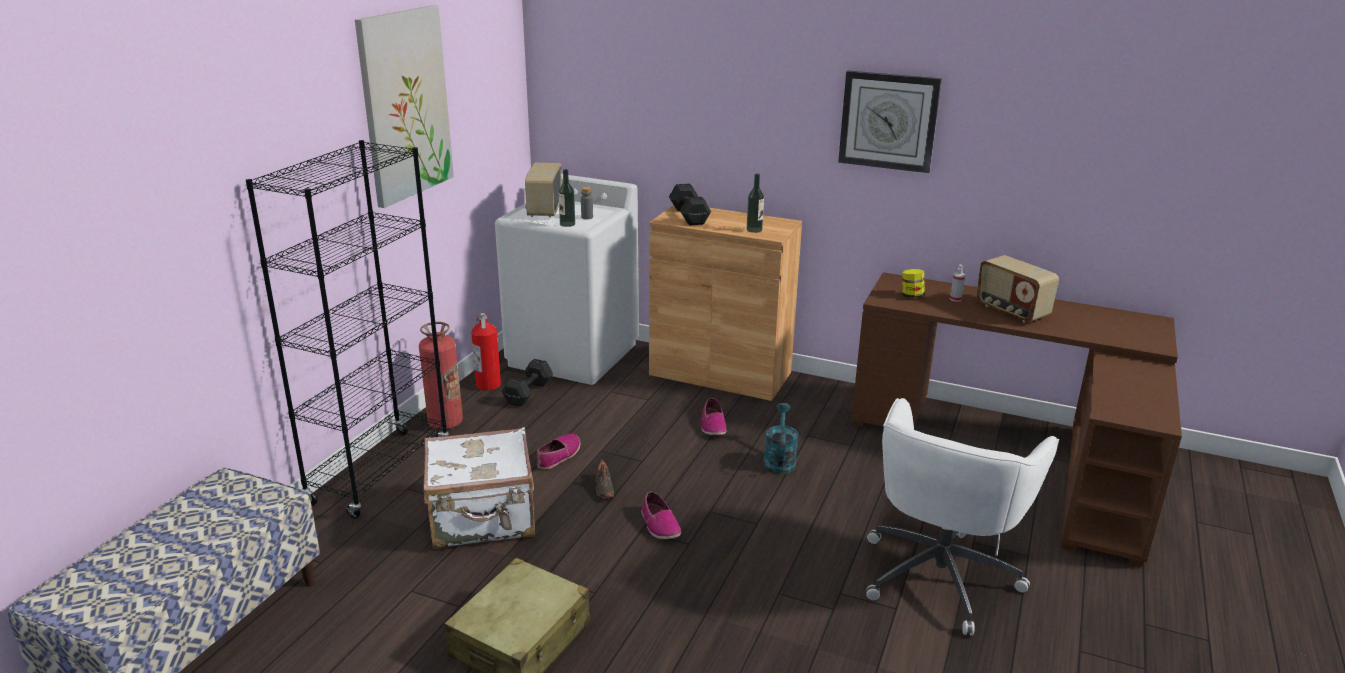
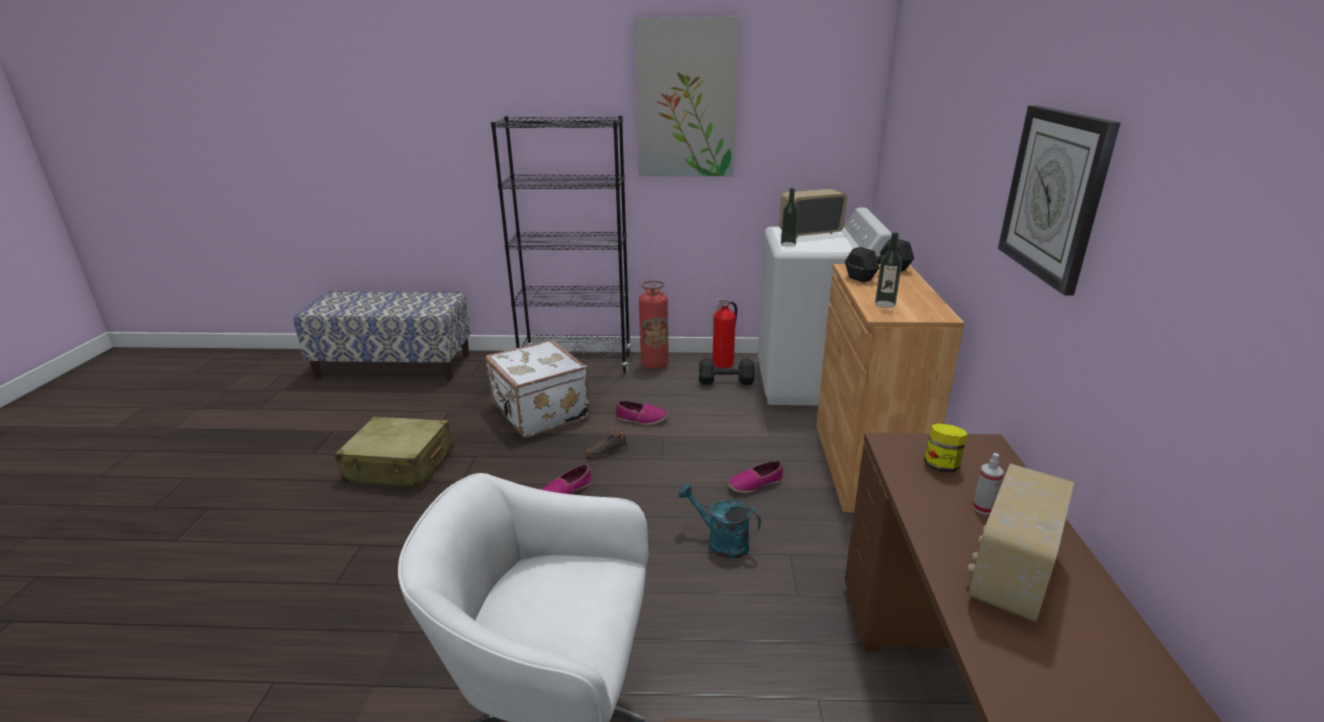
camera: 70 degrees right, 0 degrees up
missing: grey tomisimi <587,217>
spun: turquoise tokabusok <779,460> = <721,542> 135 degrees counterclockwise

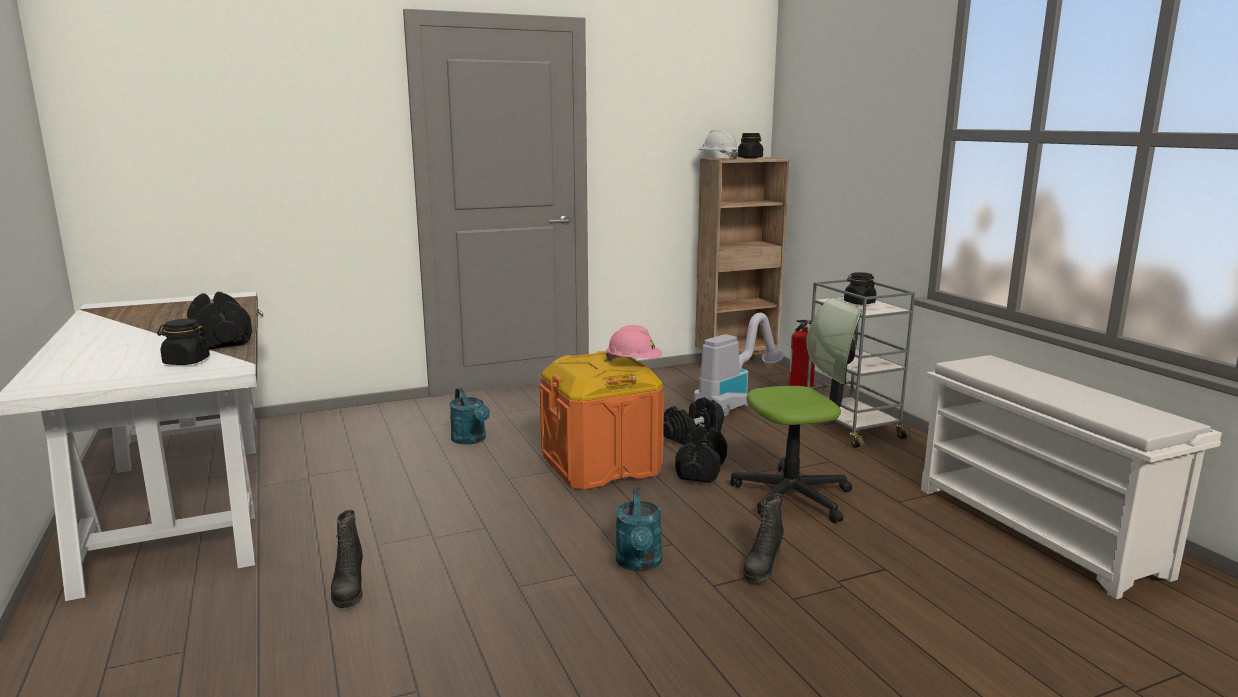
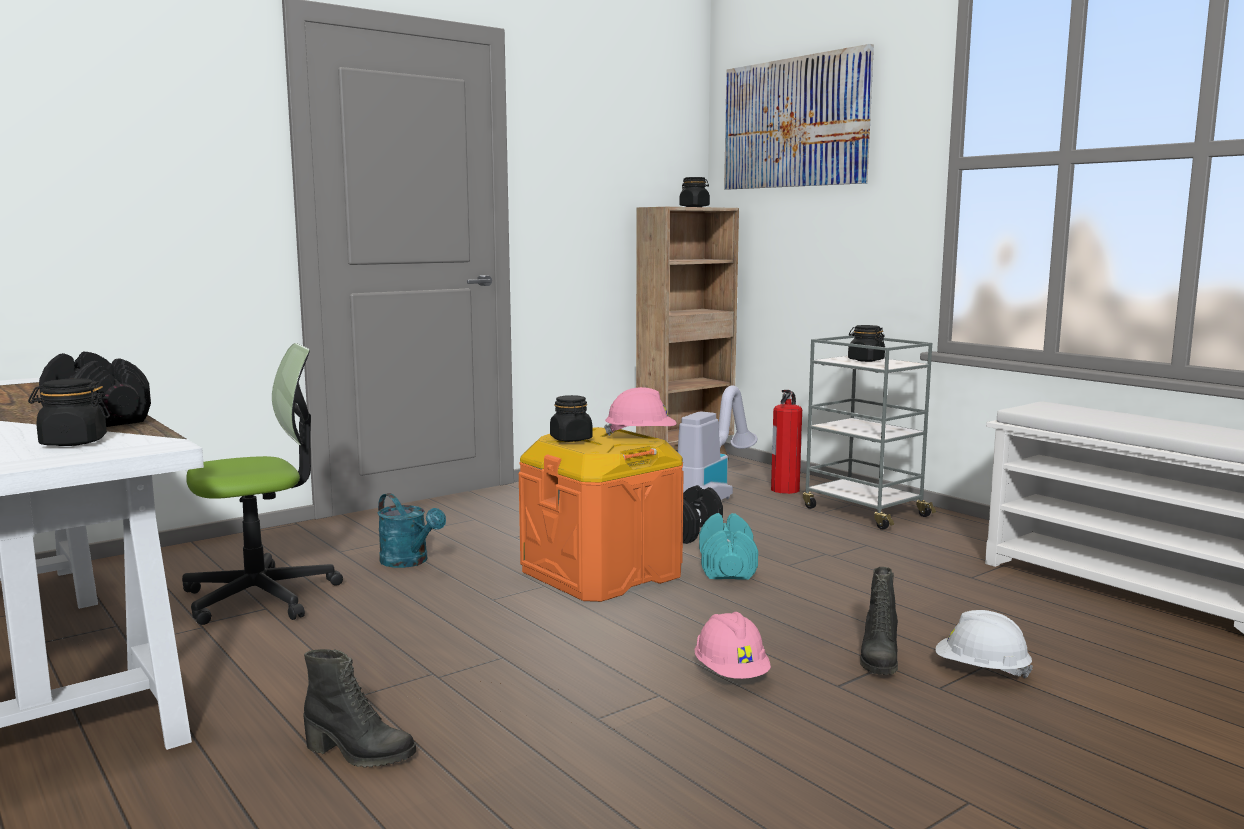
camera: 15 degrees left, 5 degrees down
appeared: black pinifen <571,439>; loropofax <794,123>
relocated: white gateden <718,158> to <981,671>; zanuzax <793,496> to <261,596>
exchanged: turquoise tokabusok <639,564> to pink gateden <731,674>
colour: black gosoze <701,470> to turquoise gosoze <727,567>
spun: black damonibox <348,590> = <359,754> 45 degrees counterclockwise

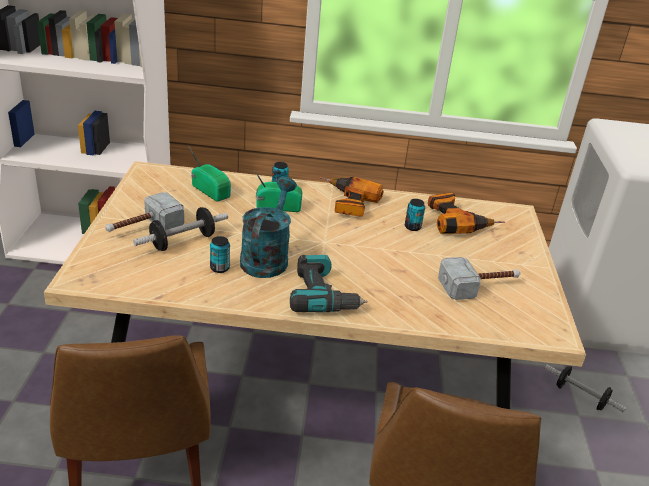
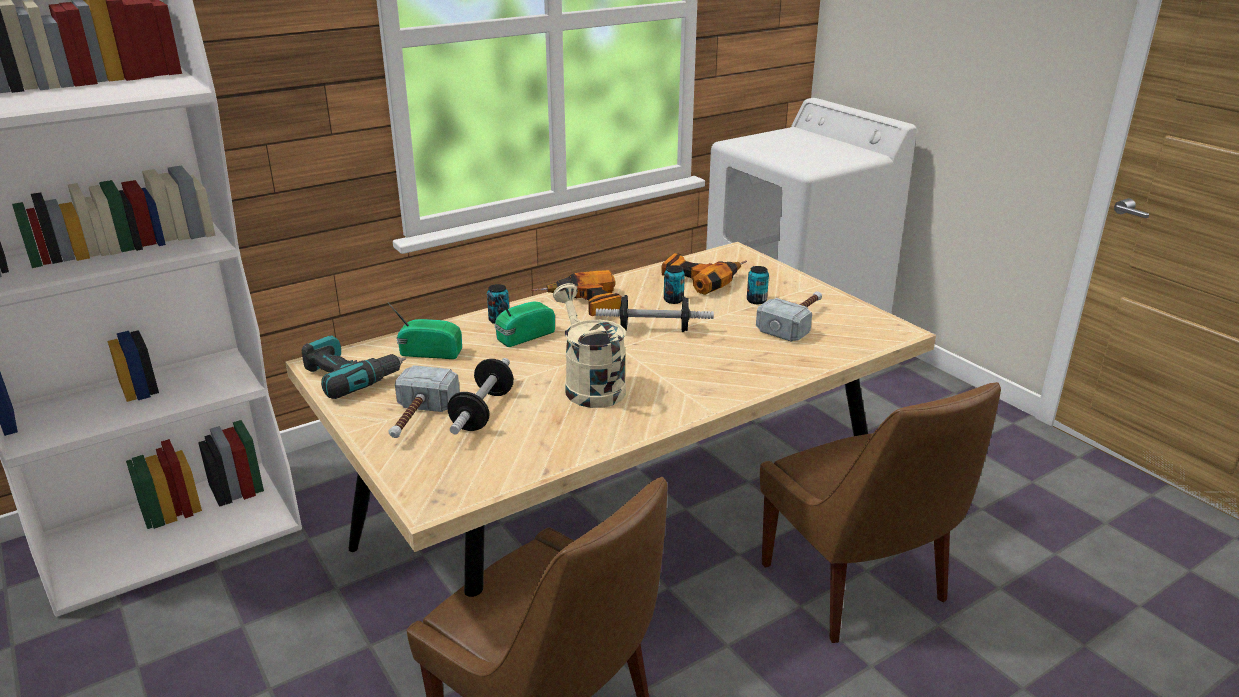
camera: 35 degrees left, 5 degrees down
relocated: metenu <219,268> to <756,300>; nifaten <323,295> to <350,376>; gosoze <580,396> to <654,329>
colour: turquoise tokabusok <267,257> to beige tokabusok <589,385>

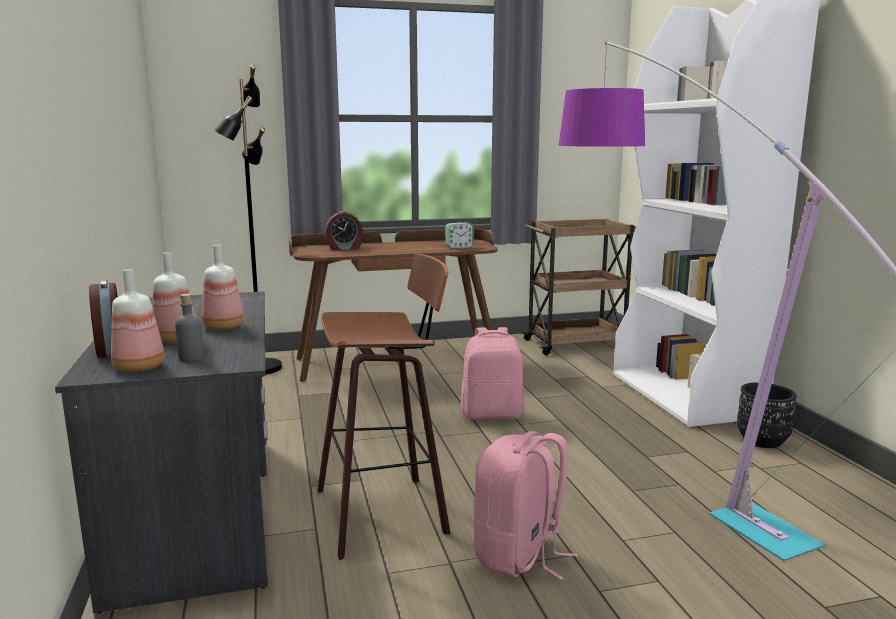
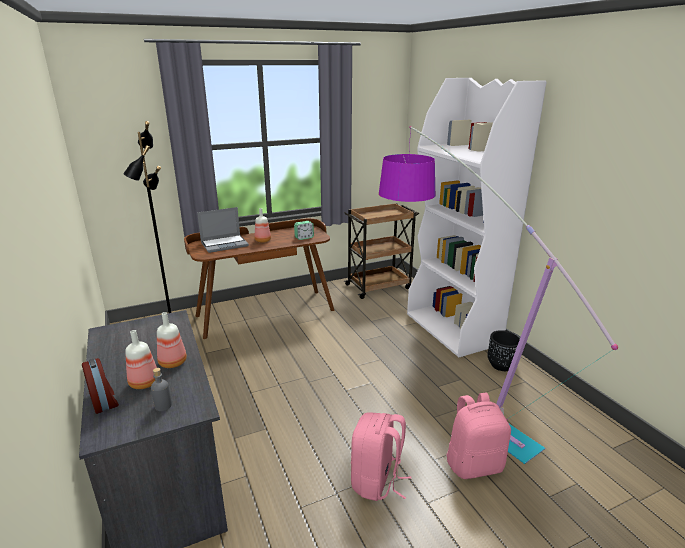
camera: 10 degrees left, 10 degrees up
missing: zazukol <385,511>
relocated: tomisimi <139,367> to <262,240>; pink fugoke <492,414> to <474,464>
exchanged: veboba <344,248> to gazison <225,244>

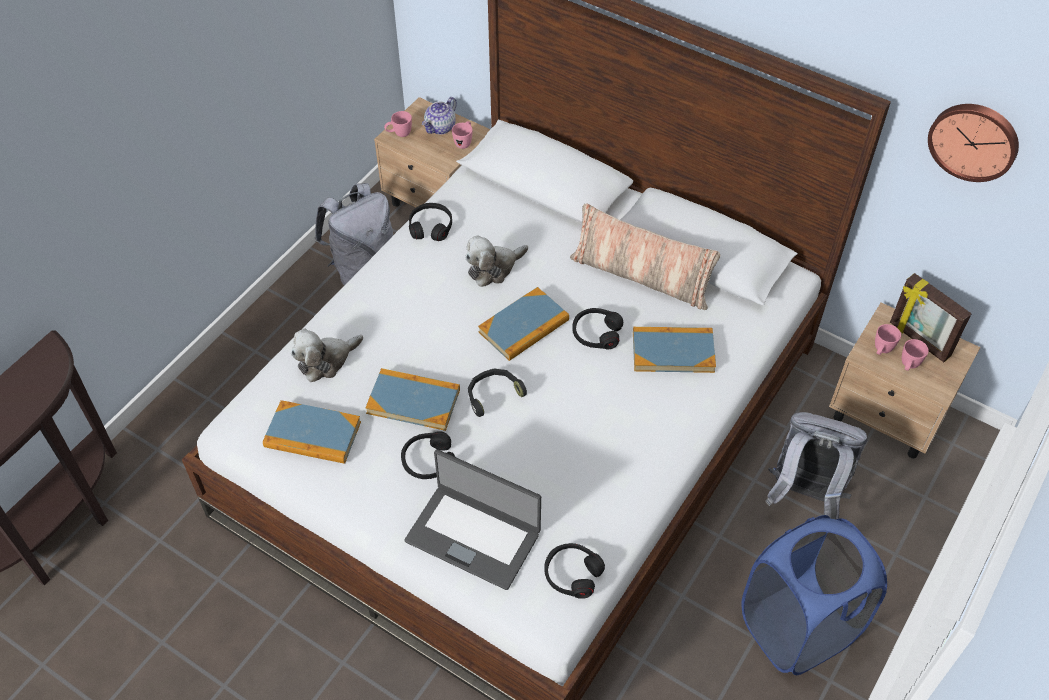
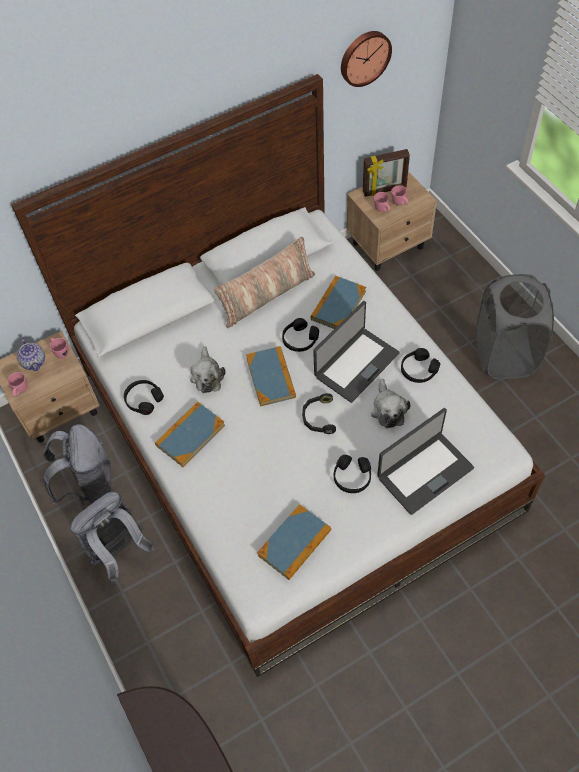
camera: 60 degrees left, 5 degrees up
appeared: gazison <356,364>
relocated: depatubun <326,361> to <388,409>; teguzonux <413,401> to <190,435>; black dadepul <572,574> to <418,370>; grey fugoke <804,495> to <119,552>
colour: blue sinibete <797,628> to grey sinibete <505,355>

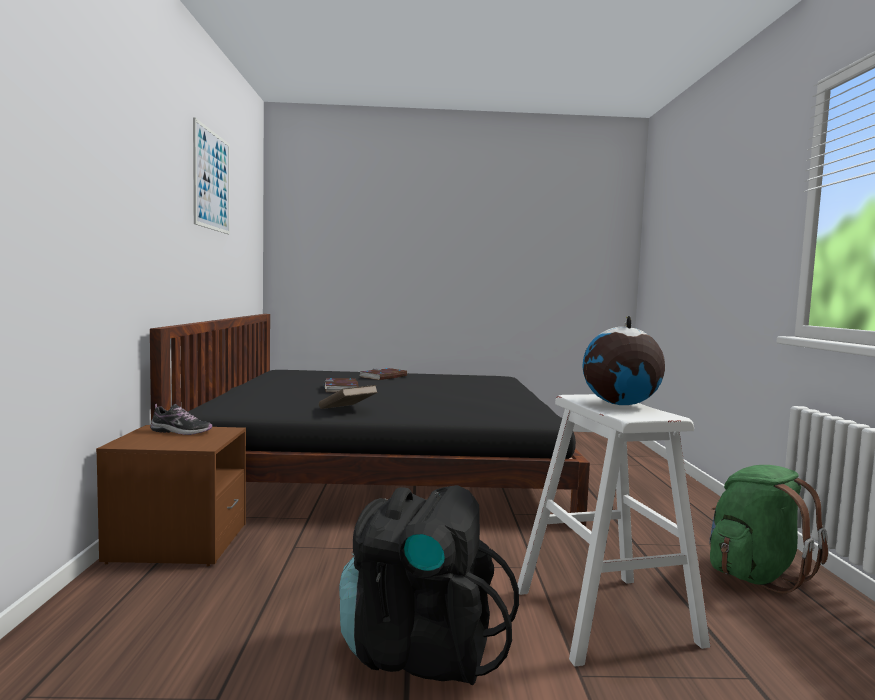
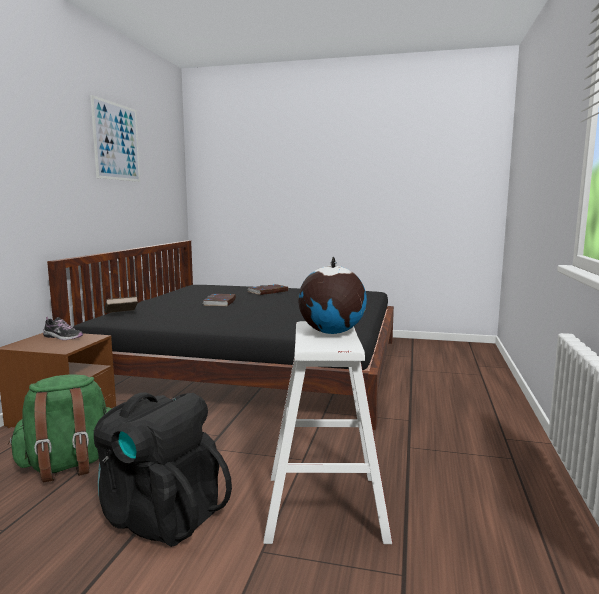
camera: 15 degrees right, 5 degrees up
relocated: brown teguzonux <347,410> to <121,314>; green fugoke <755,574> to <69,465>

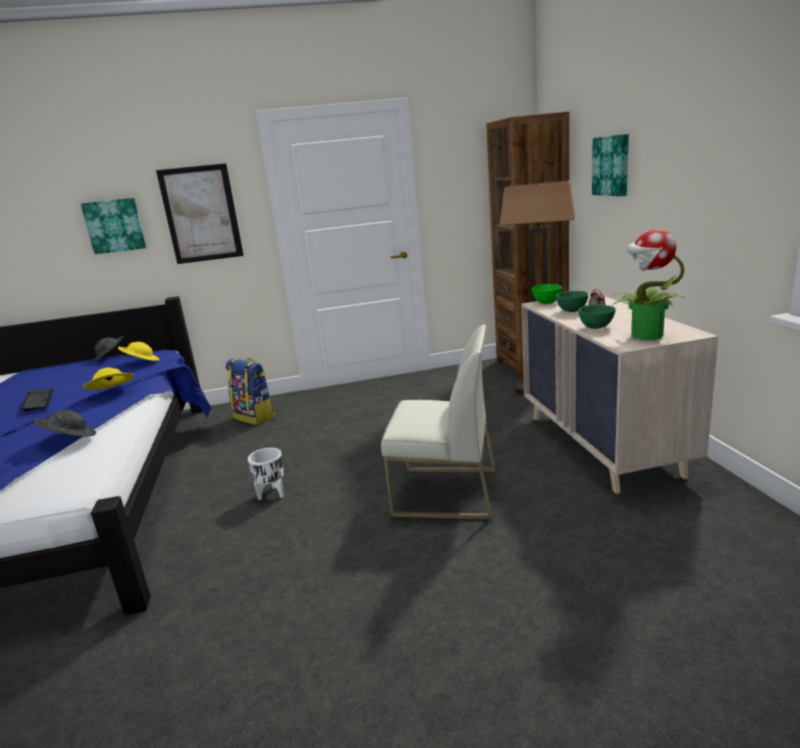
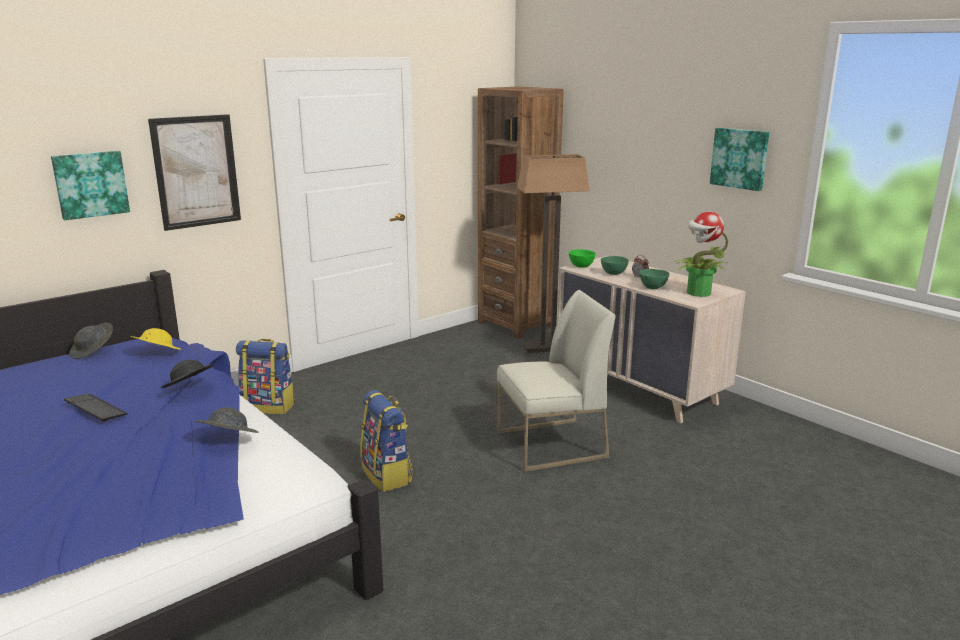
camera: 30 degrees left, 0 degrees up
relocated: loropofax <612,165> to <740,158>
exchanged: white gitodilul <272,494> to fugoke <387,475>
colour: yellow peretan <111,392> to black peretan <190,388>

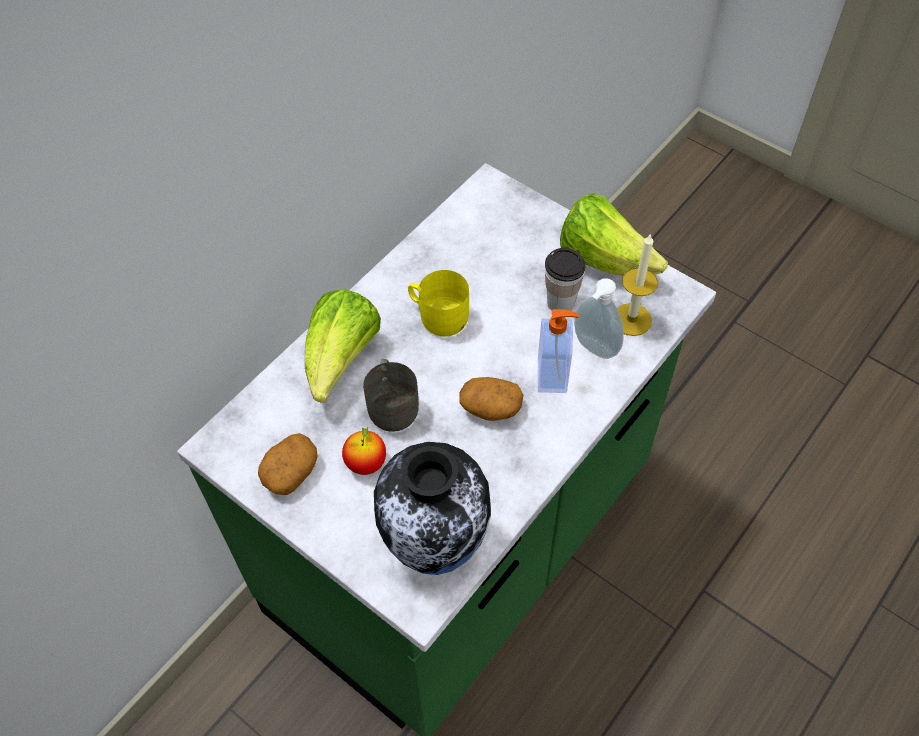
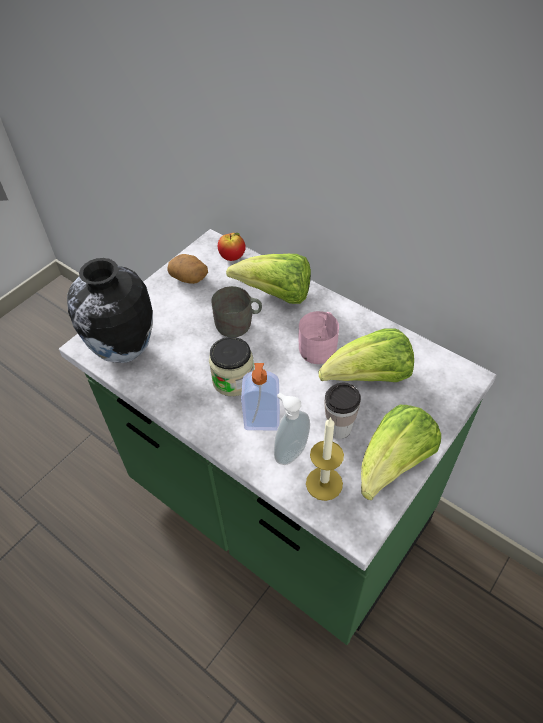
camera: 90 degrees right, 5 degrees down
appeared: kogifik <369,378>
relocated: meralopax <366,463> to <232,257>
exchanged: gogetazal <490,407> to pinifen <233,380>
colour: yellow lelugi <438,315> to pink lelugi <320,346>

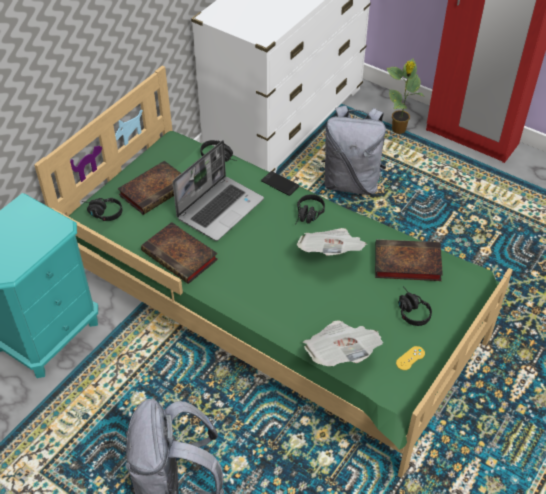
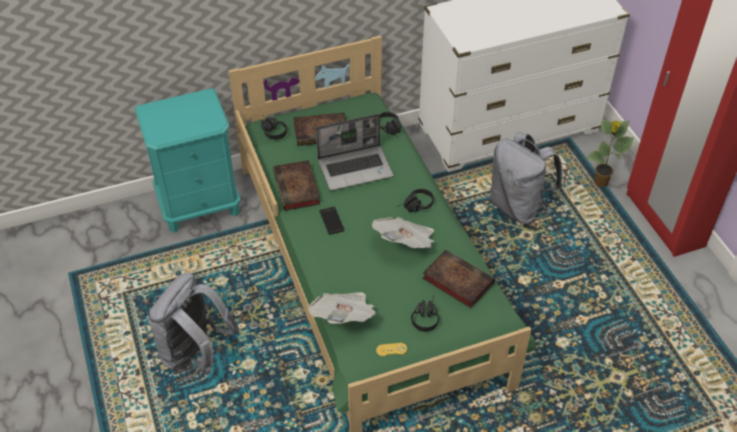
camera: 35 degrees right, 0 degrees up
relocated: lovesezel <280,184> to <331,221>

